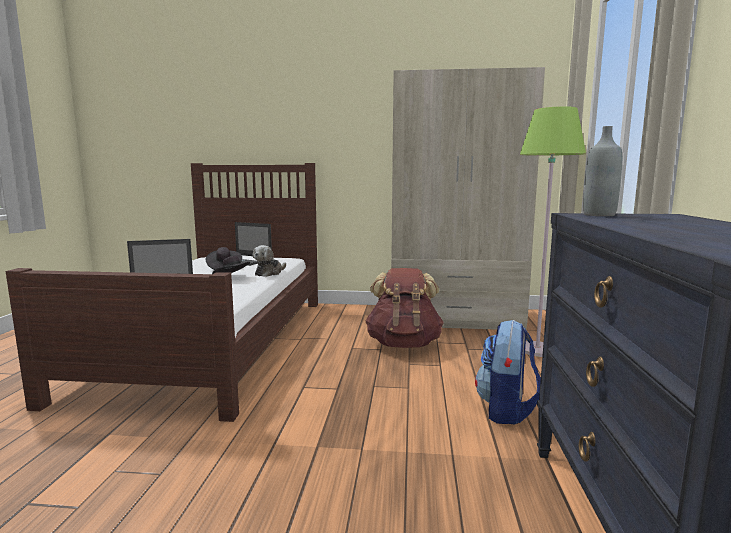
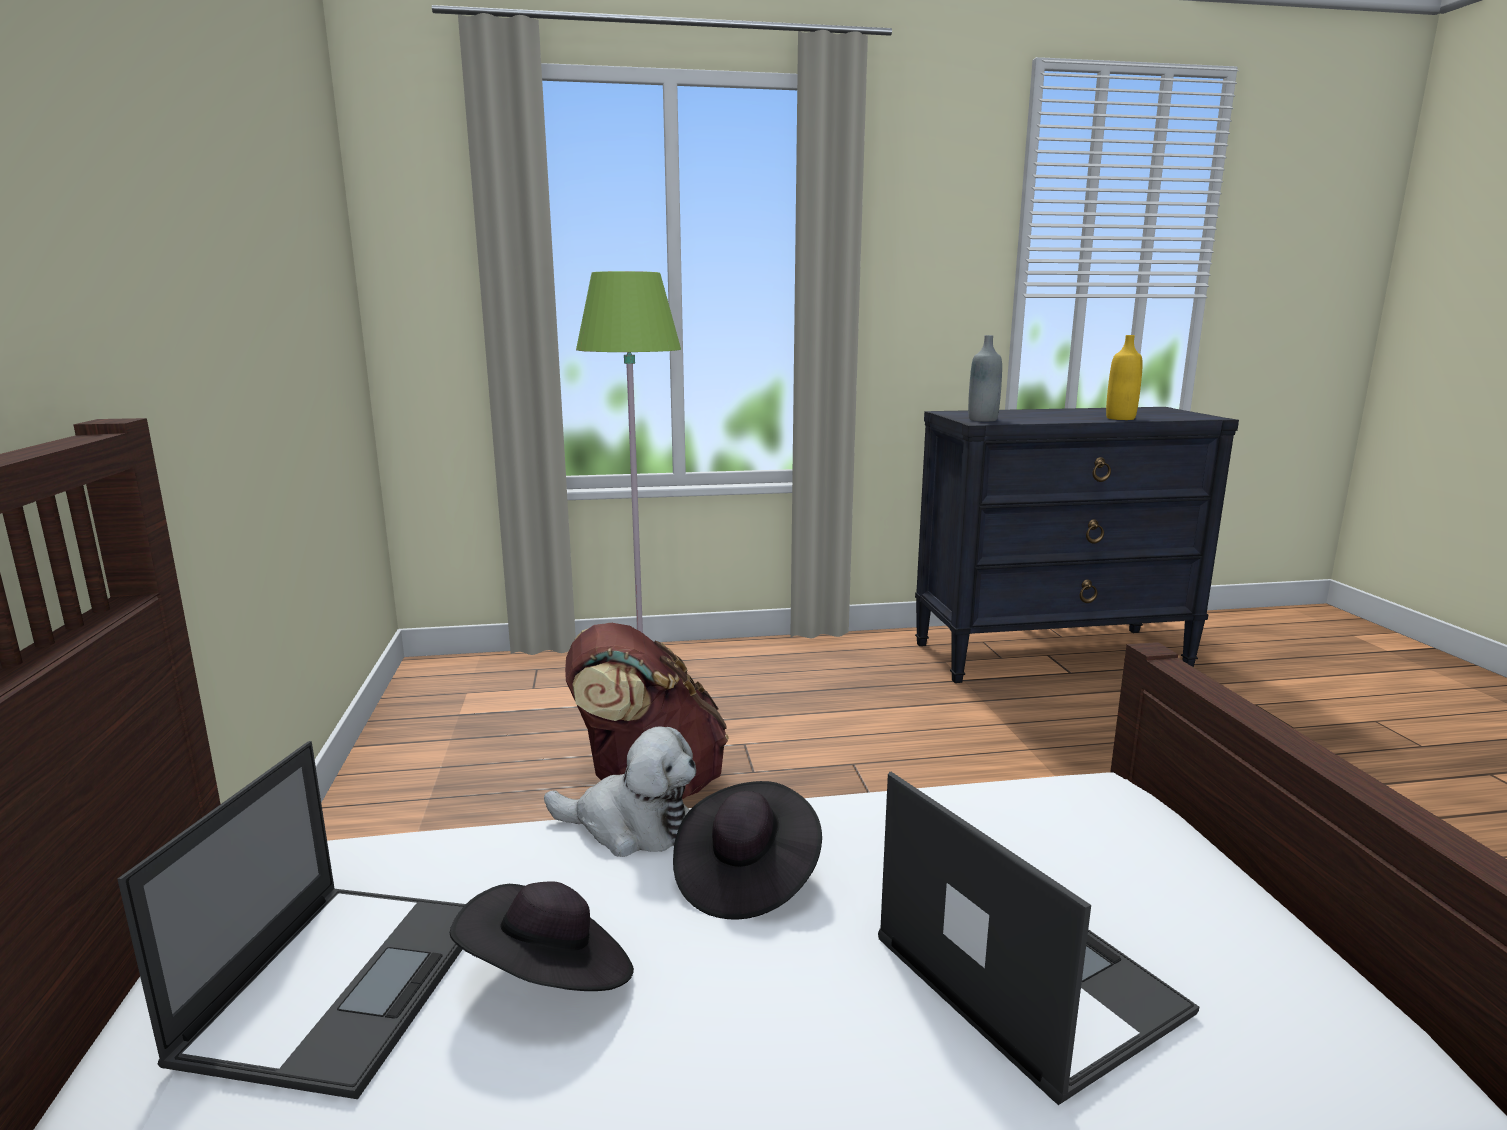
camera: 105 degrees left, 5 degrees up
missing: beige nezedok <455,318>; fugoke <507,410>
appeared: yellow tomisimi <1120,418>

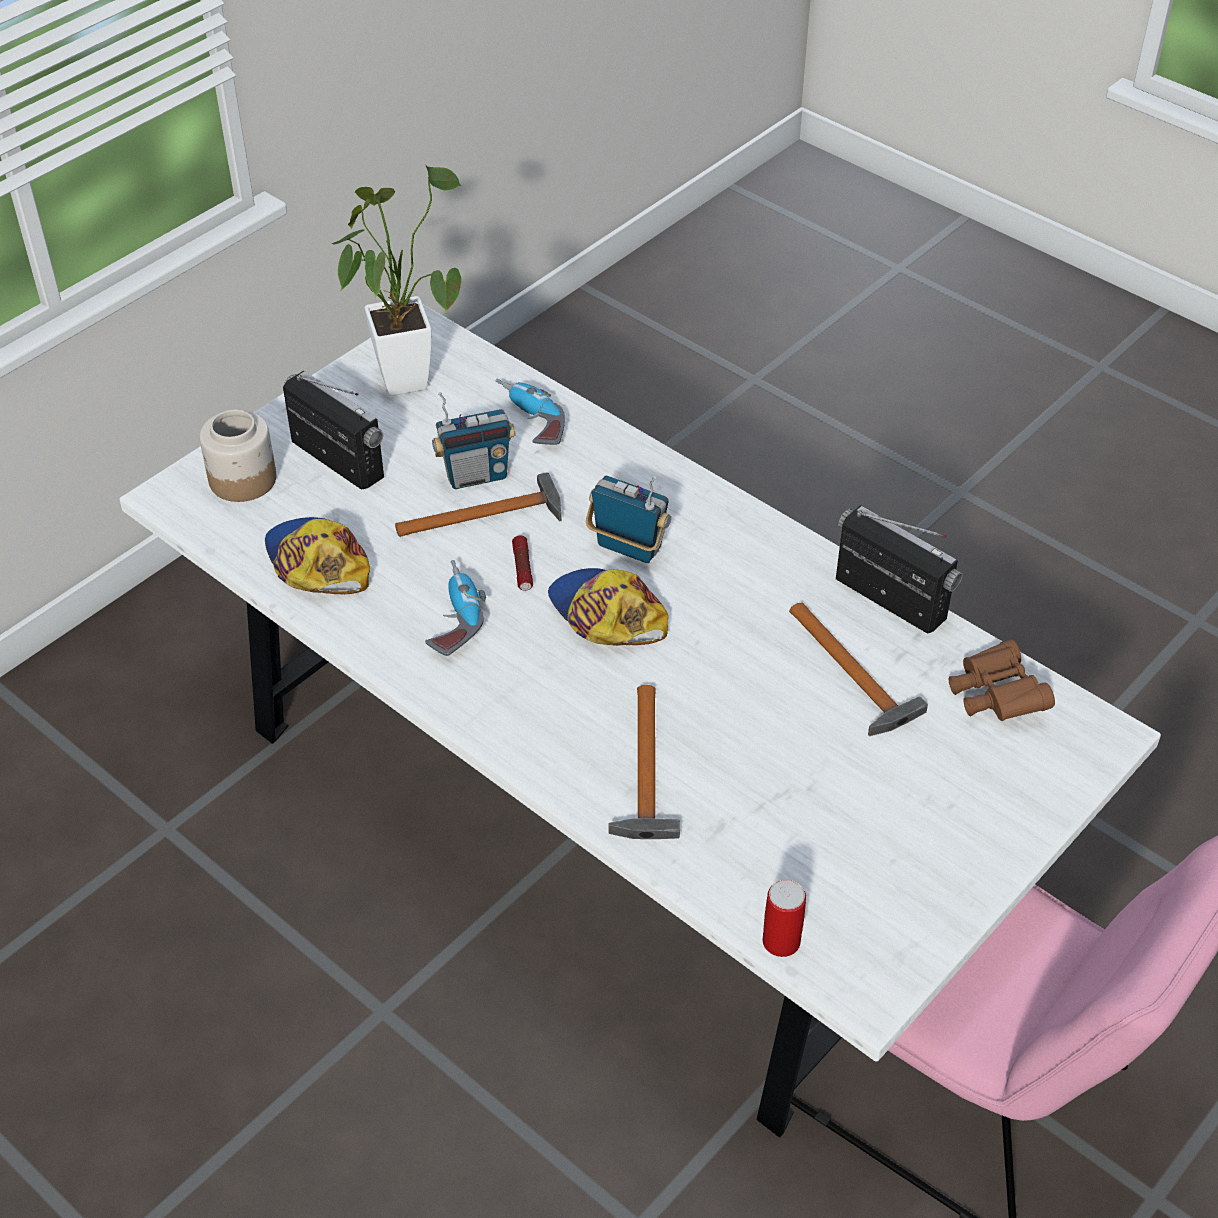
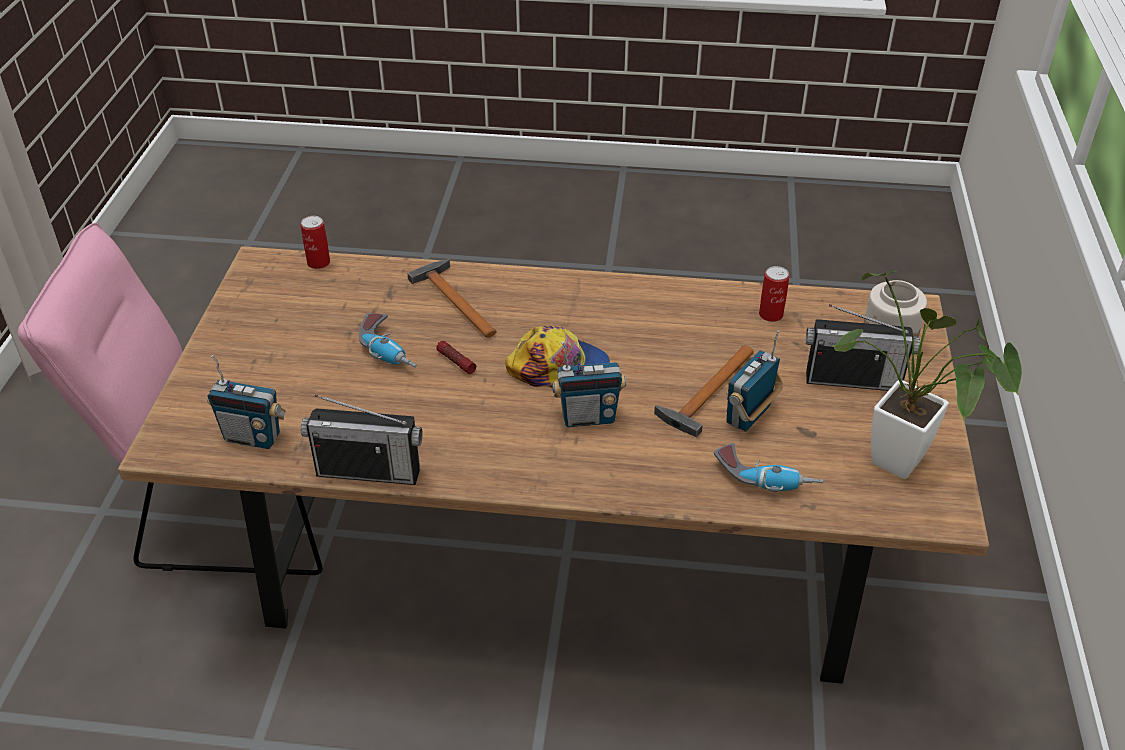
camera: 145 degrees right, 5 degrees down
missing: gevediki <852,674>
relocated: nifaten <453,618> to <390,350>; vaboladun <523,569> to <456,362>
exchanged: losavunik <317,562> to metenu <771,315>; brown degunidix <995,697> to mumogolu <253,437>
colour: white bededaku <608,816> to brown bededaku <562,548>

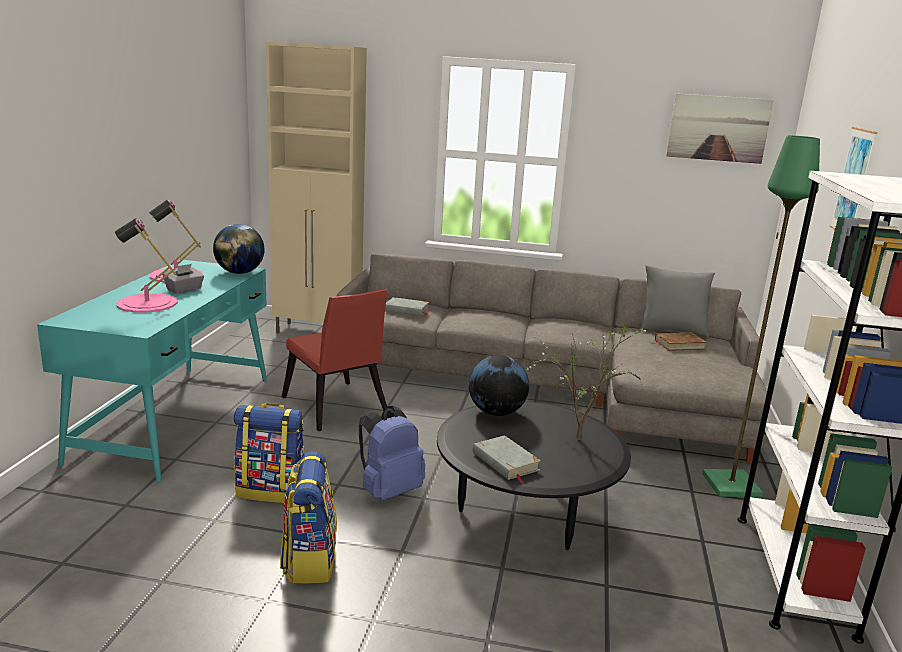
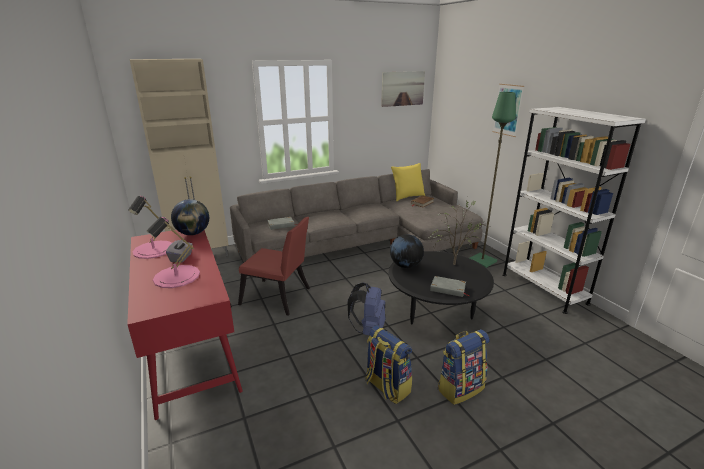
camera: 35 degrees left, 5 degrees up
relocated: fugoke <272,490> to <460,388>
colour: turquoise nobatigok <176,417> to red nobatigok <190,347>; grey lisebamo <671,331> to yellow lisebamo <407,197>

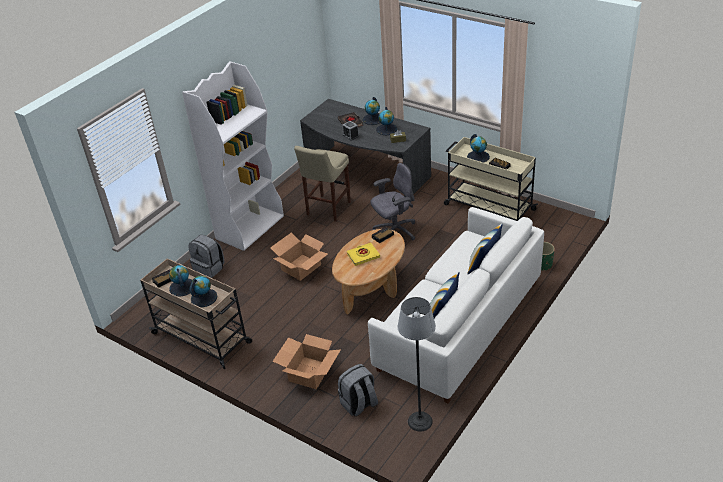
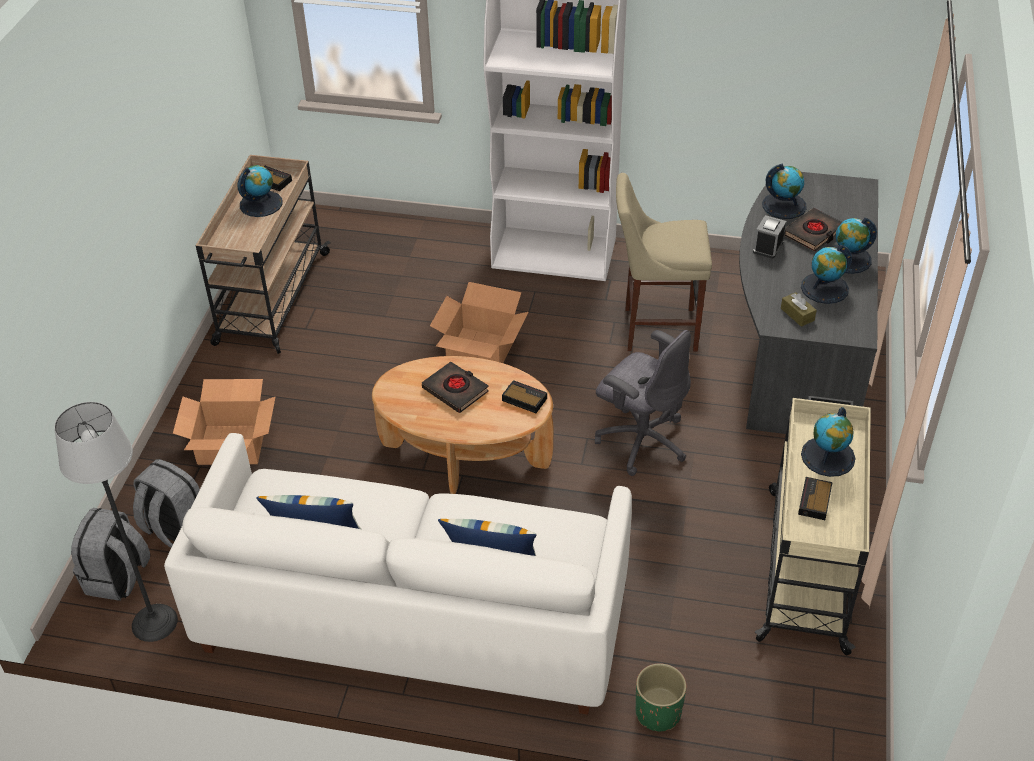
camera: 65 degrees right, 5 degrees up
relocated: grey fugoke <209,268> to <118,578>; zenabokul <204,298> to <784,205>
colour: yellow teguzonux <363,256> to black teguzonux <455,390>

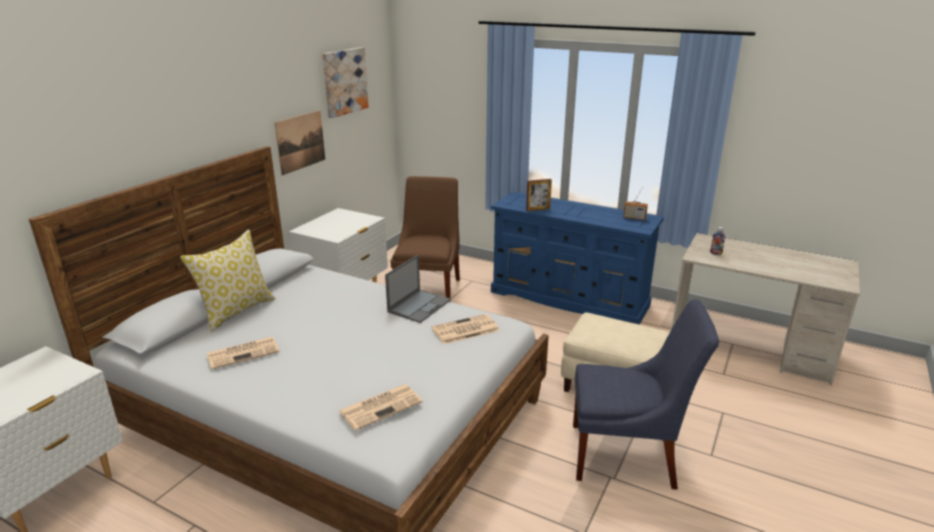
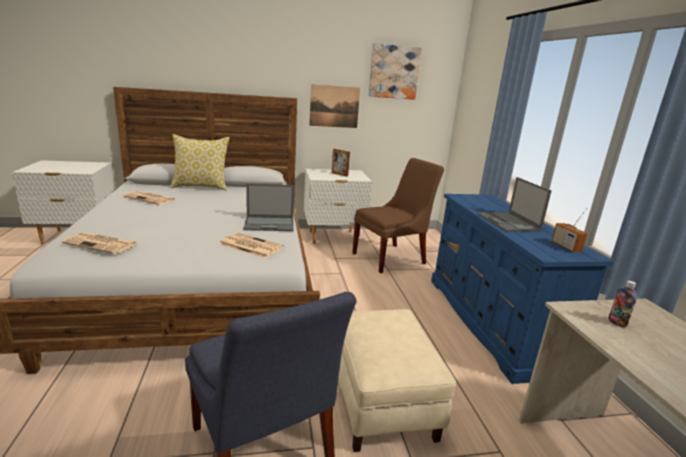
camera: 50 degrees right, 5 degrees down
appeared: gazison <508,222>
relocated: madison <538,209> to <339,174>

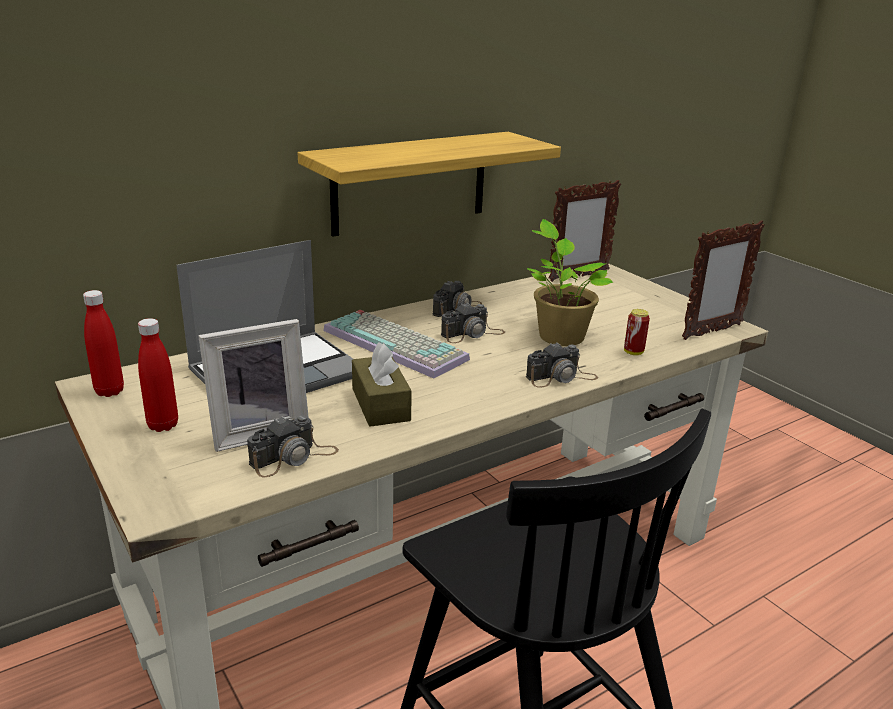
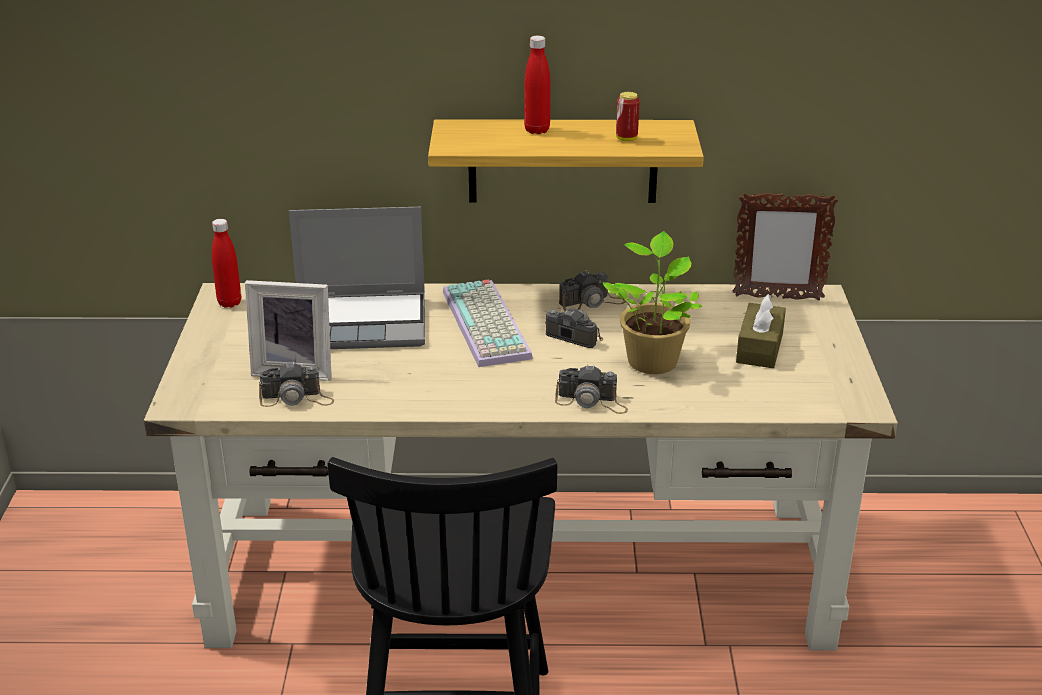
camera: 35 degrees right, 5 degrees up
missing: madison <711,332>
relocated: red tomisimi <163,425> to <537,130>; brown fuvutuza <380,404> to <759,348>; metenu <633,352> to <626,139>
spun: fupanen <472,334> = <570,333> 150 degrees counterclockwise

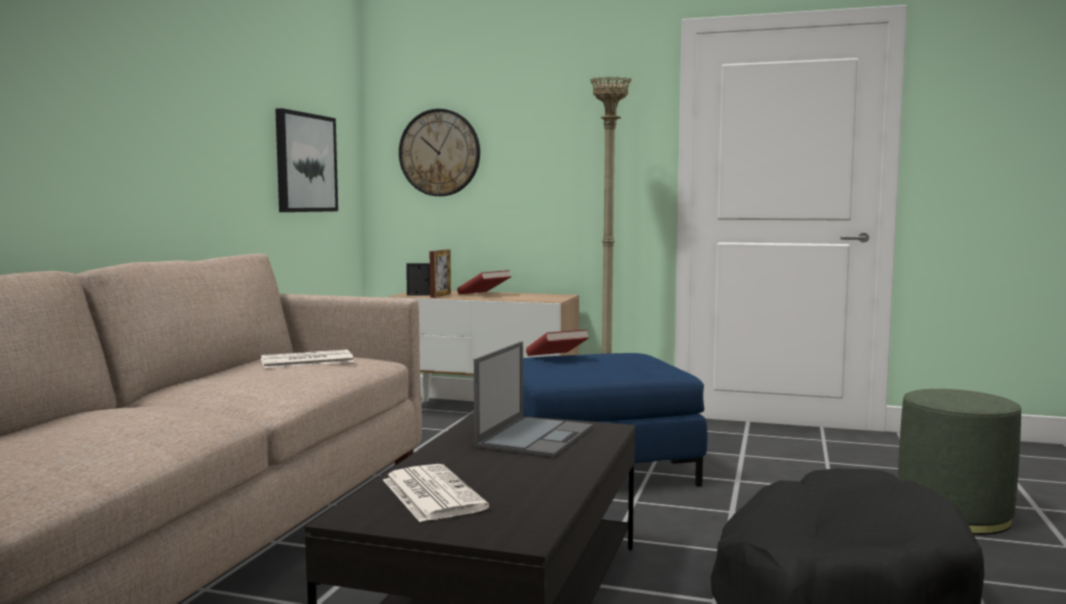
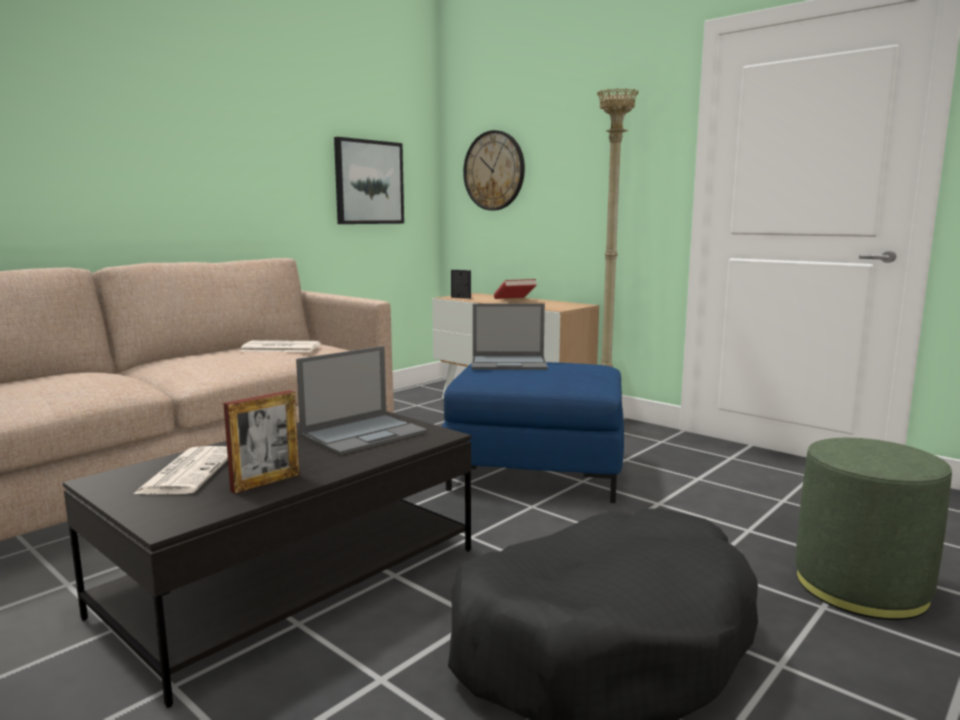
camera: 25 degrees right, 5 degrees up
relocated: madison <440,295> to <265,482>
exchanged: red teguzonux <556,358> to gazison <509,363>

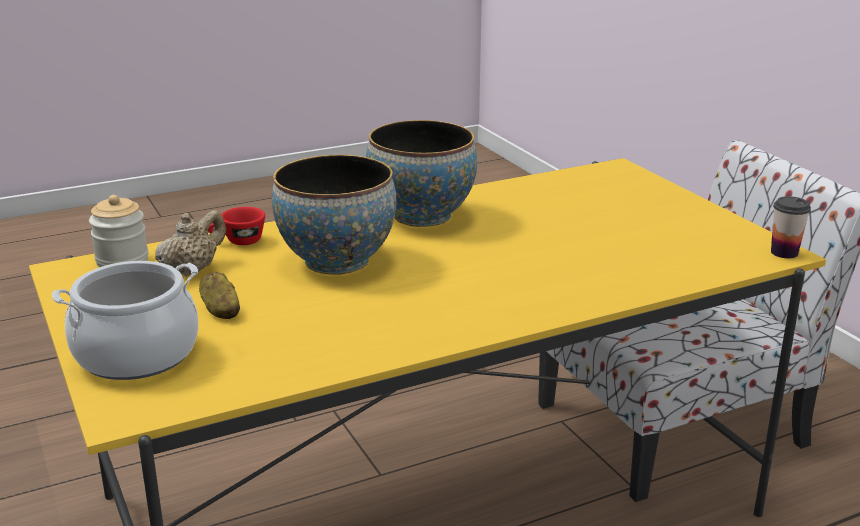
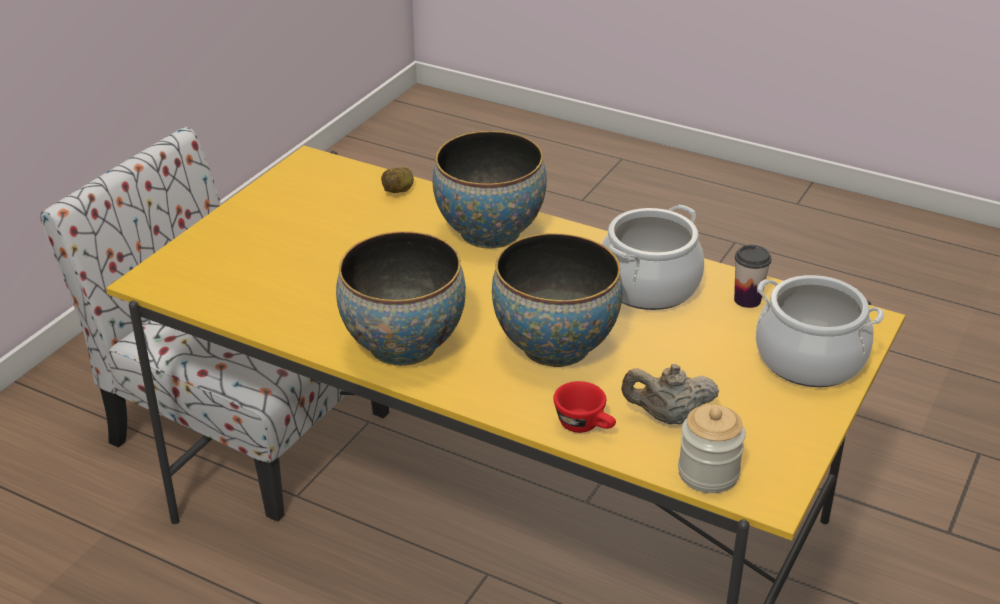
camera: 125 degrees left, 10 degrees up
appeared: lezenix <489,232>; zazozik <649,286>
relocated: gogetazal <220,311> to <399,190>; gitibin <784,253> to <747,300>

